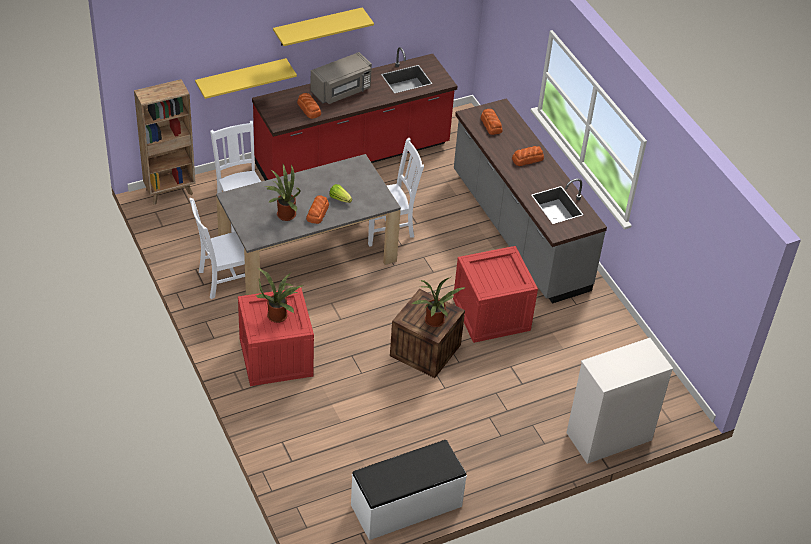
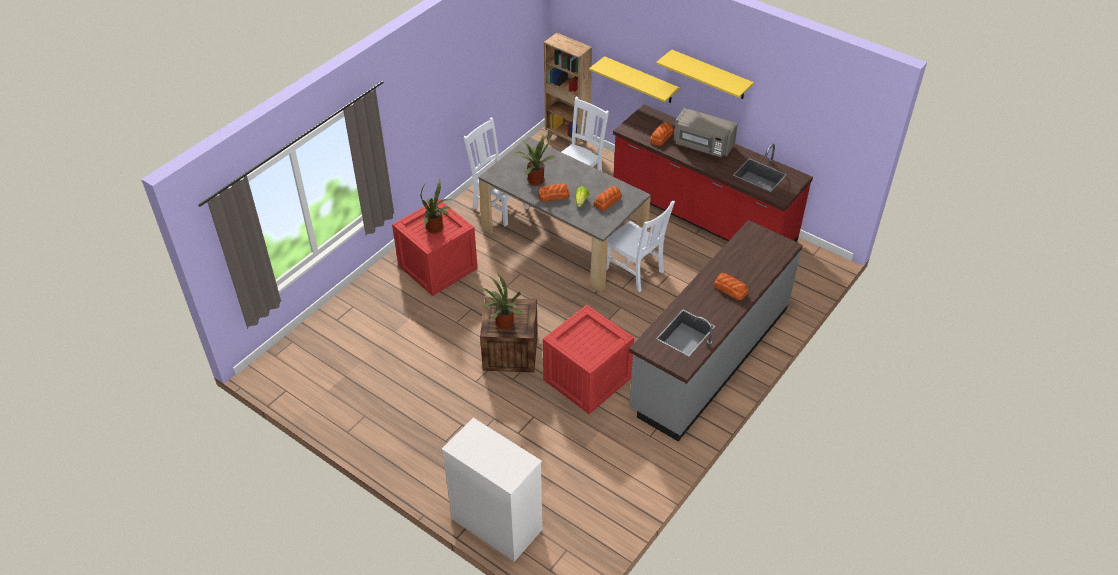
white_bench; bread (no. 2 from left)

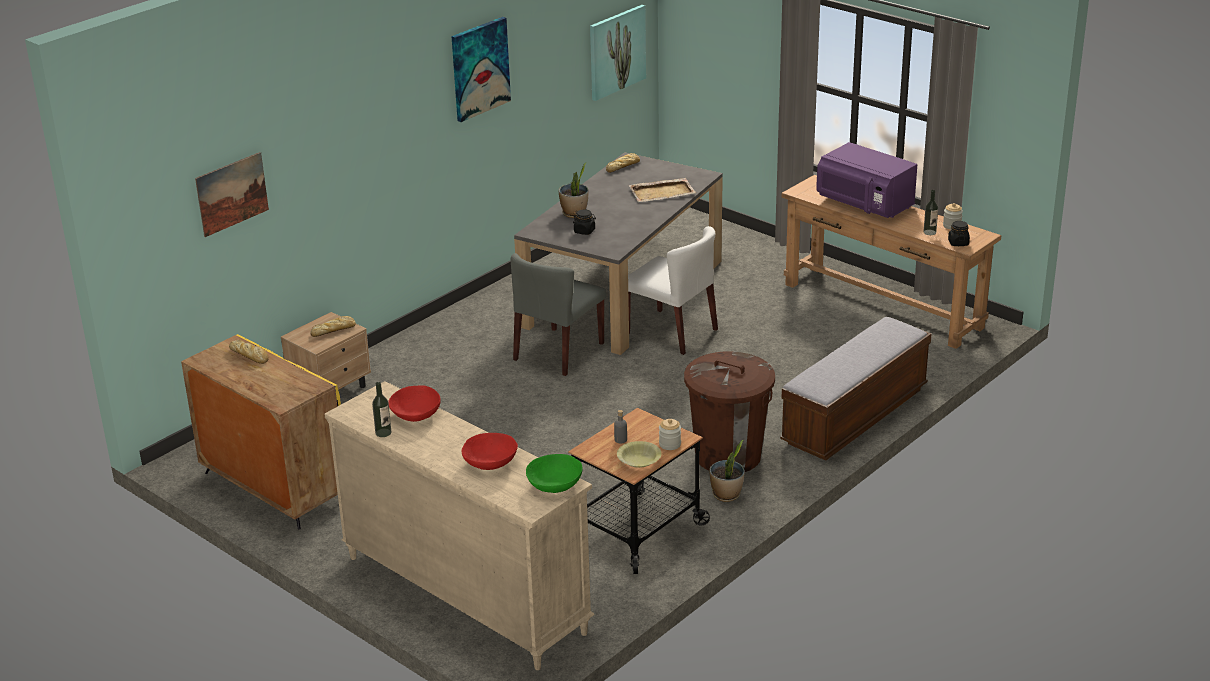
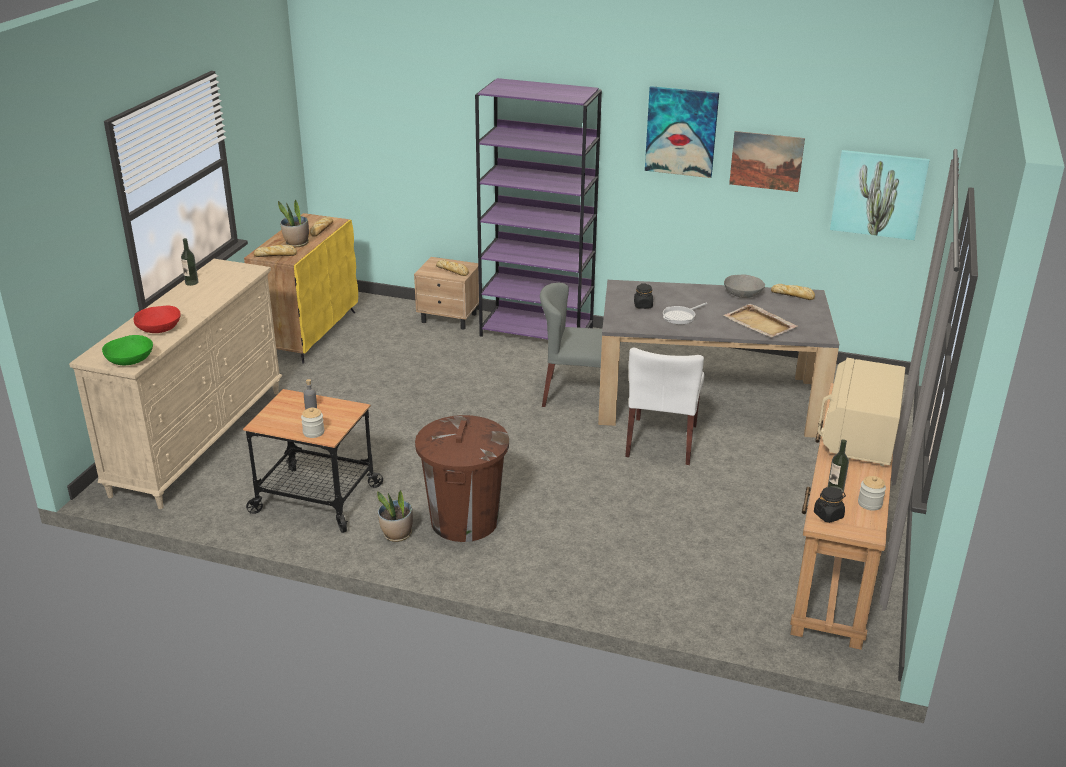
red_bowl (no. 1 from left in the first image); yellow_bowl; bench; bread (no. 1 from left); purple_bookcase; frying_pan; grey_bowl; picture (no. 2 from left); potted_plant (no. 1 from left); beige_microwave

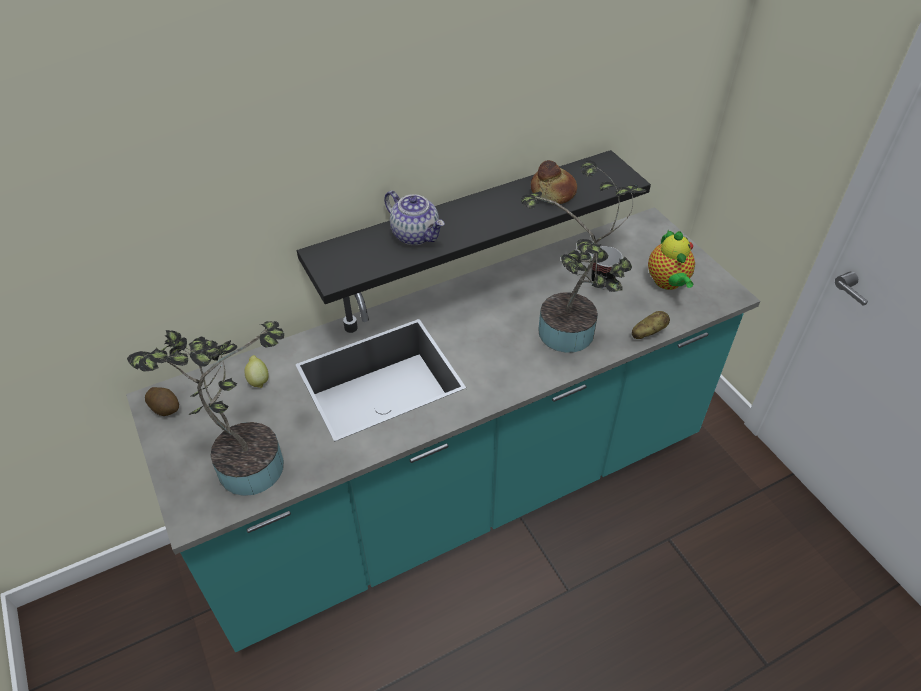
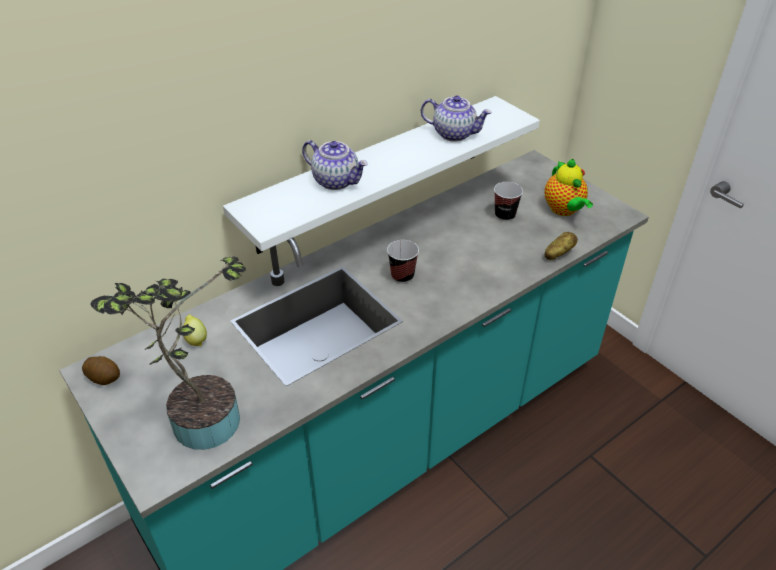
potted_plant (no. 2 from left in the first image); cup (no. 1 from left); teapot (no. 2 from left); white_shelf

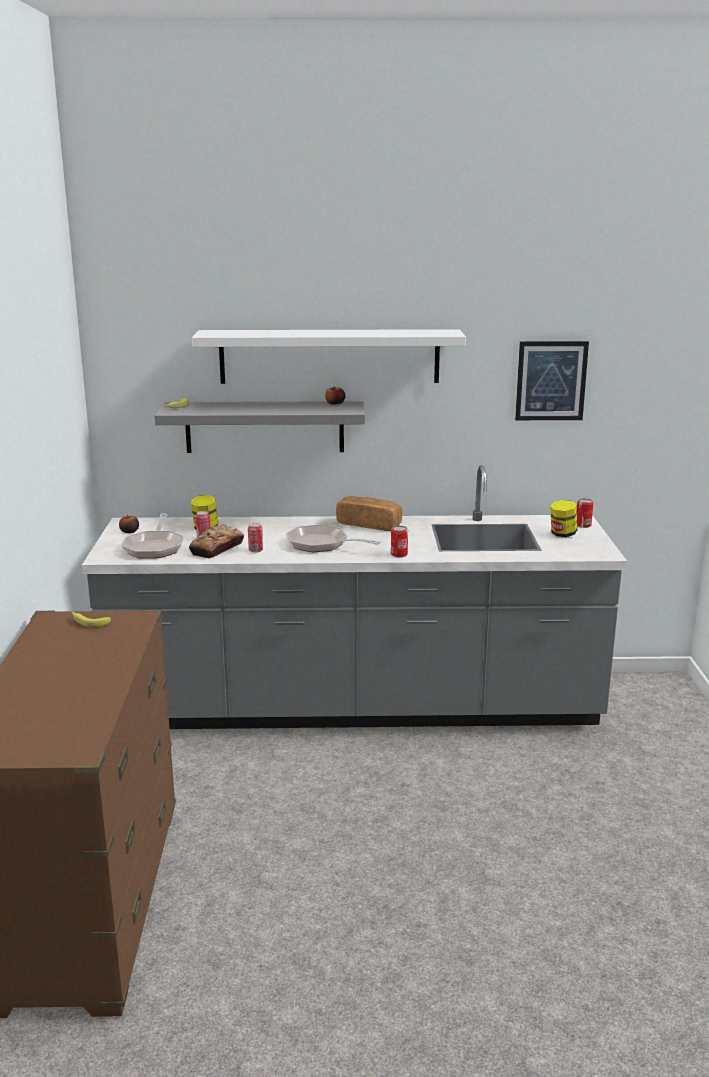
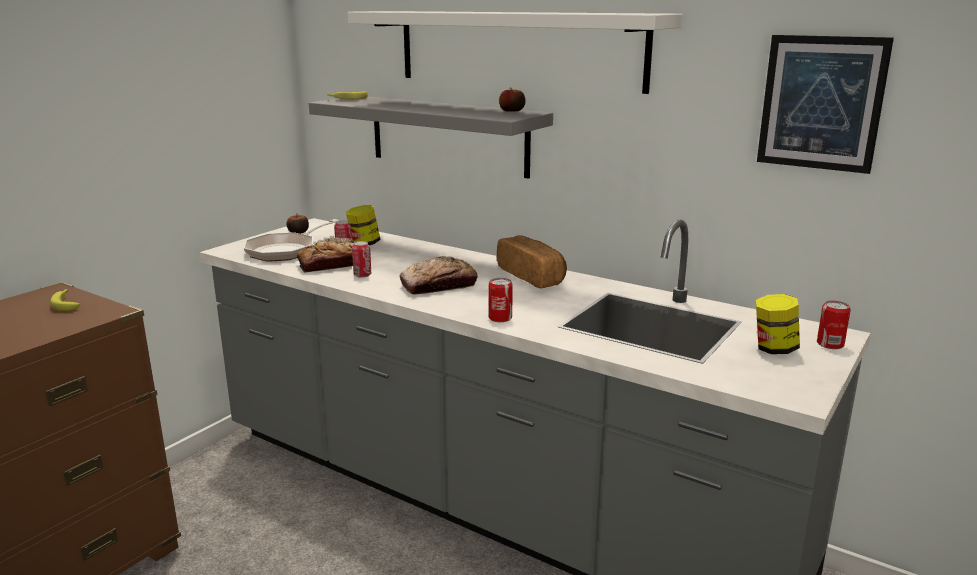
bread (no. 2 from left)

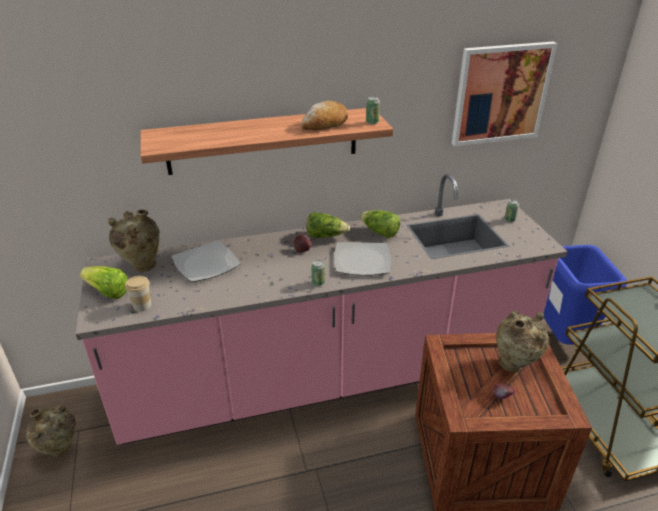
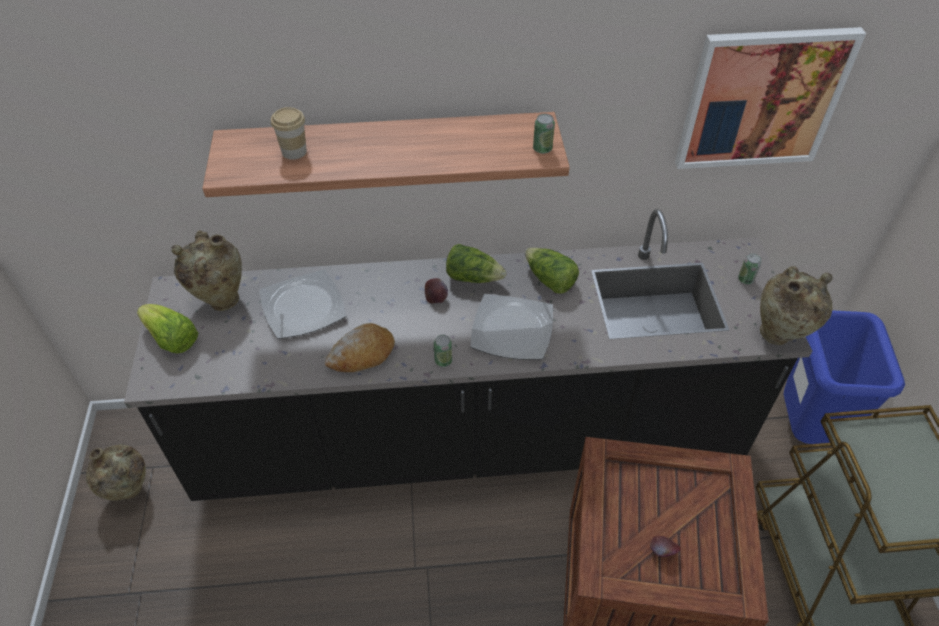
cup; bread; beige_vase (no. 3 from left); black_counter

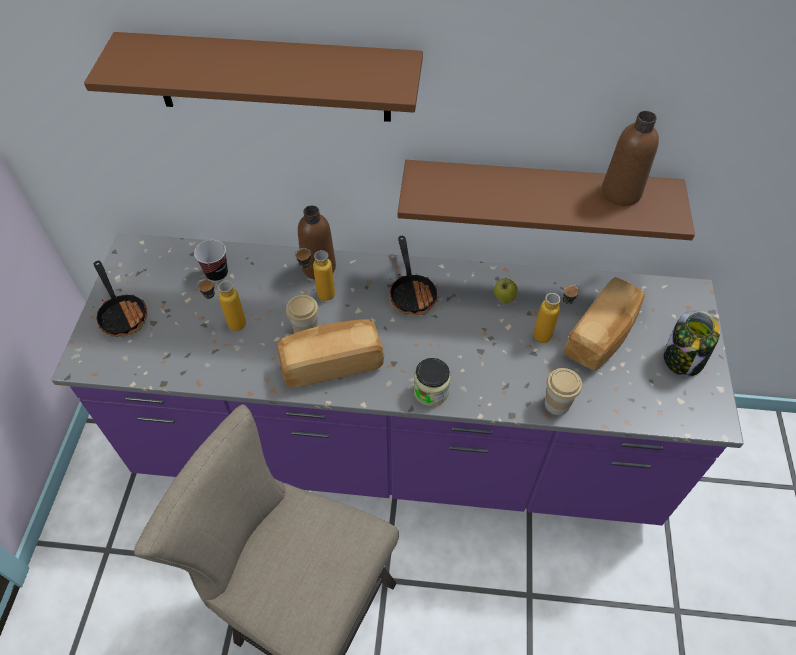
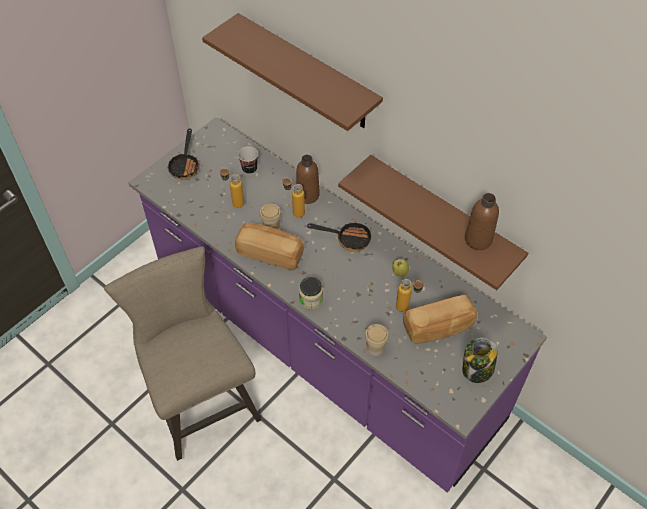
frying_pan (no. 2 from left)

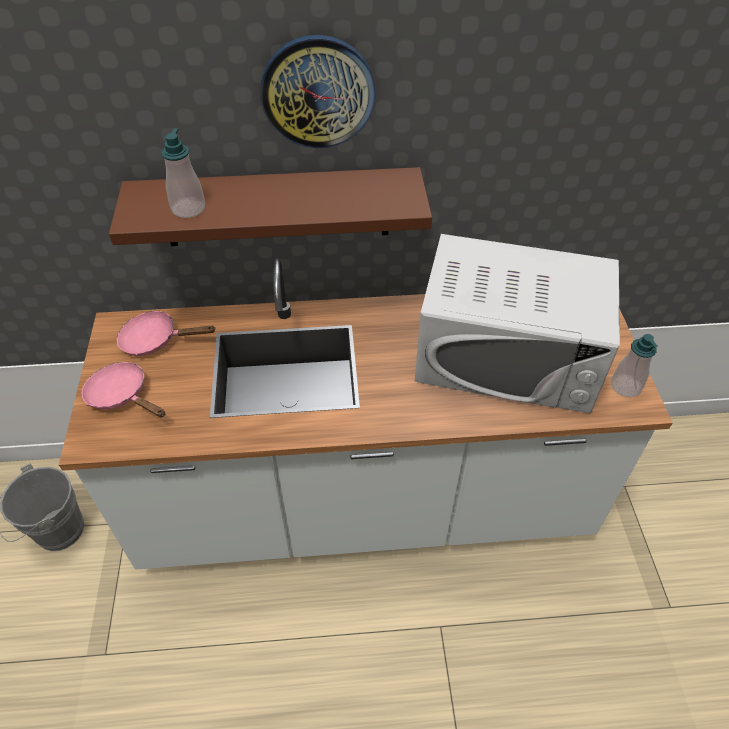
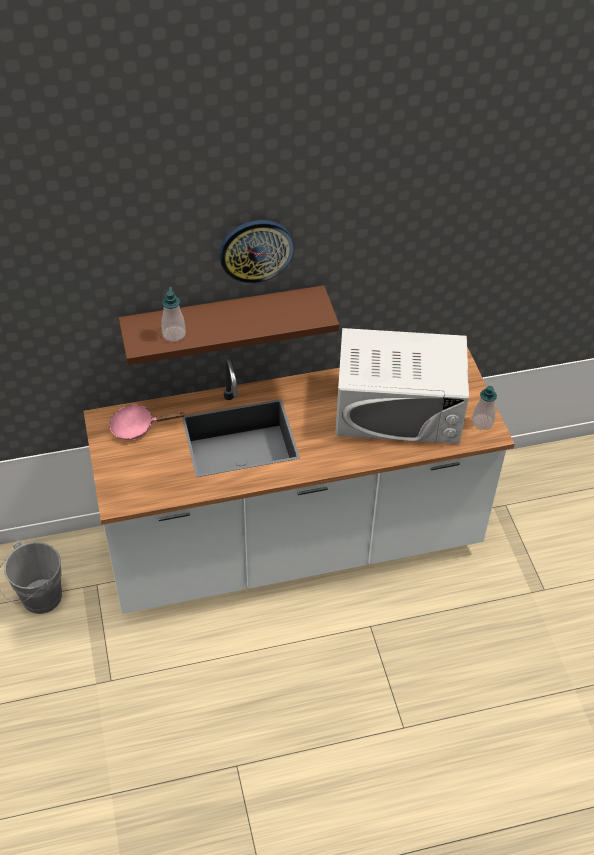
pink_frying_pan (no. 1 from left in the first image)

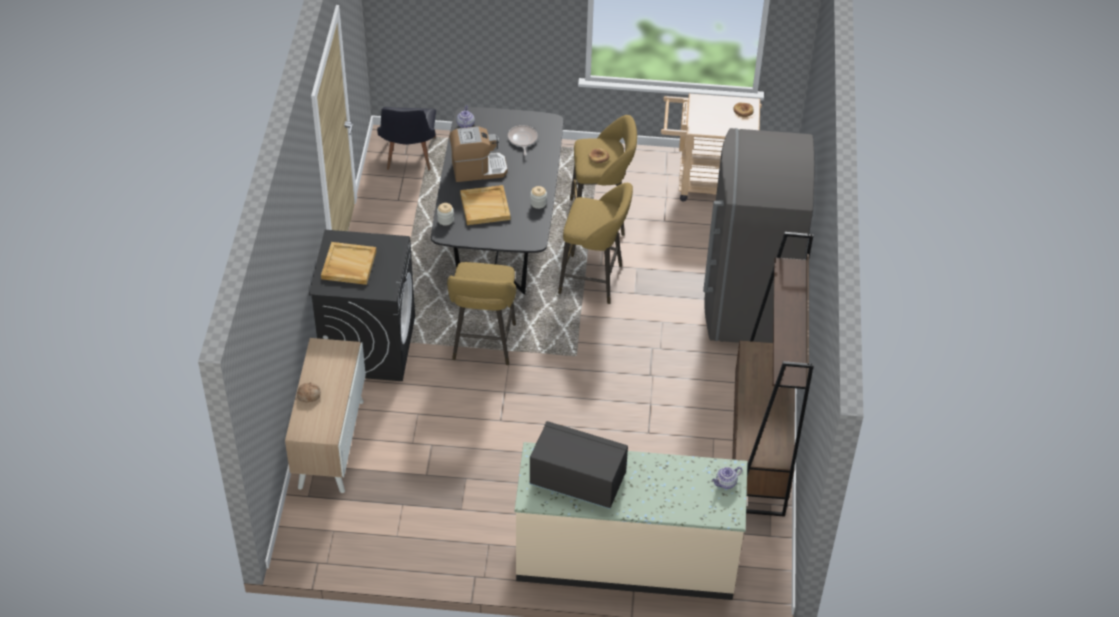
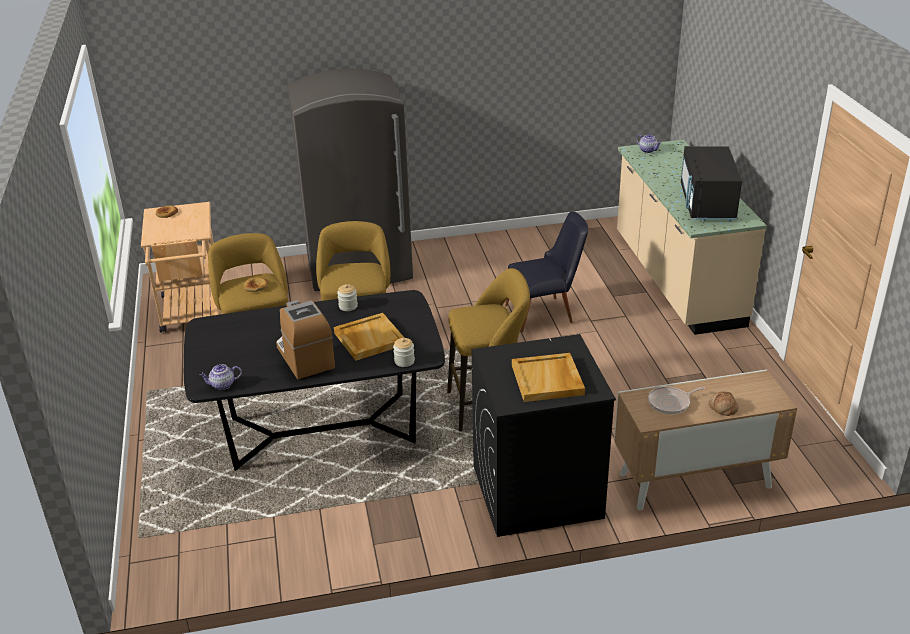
brown_bookcase; black_chair; frying_pan

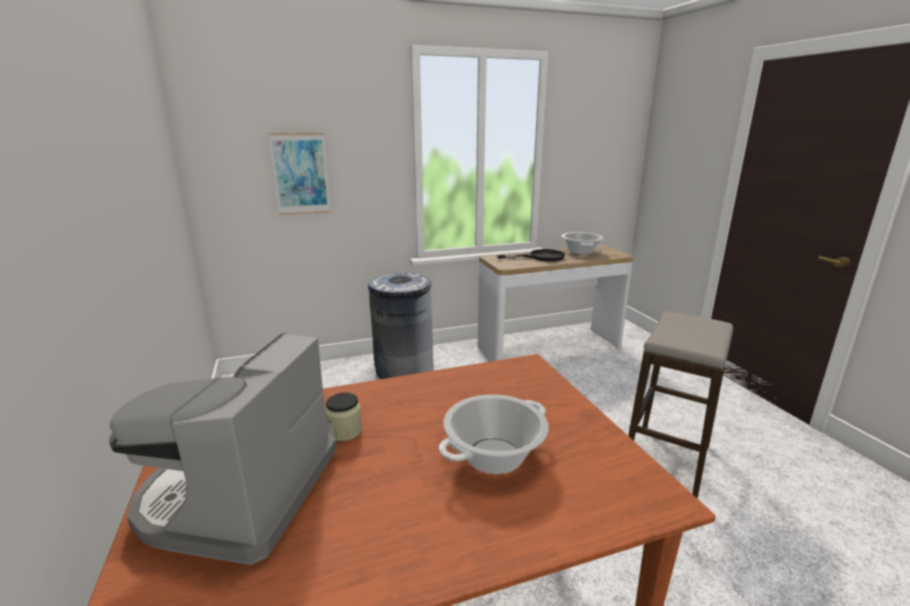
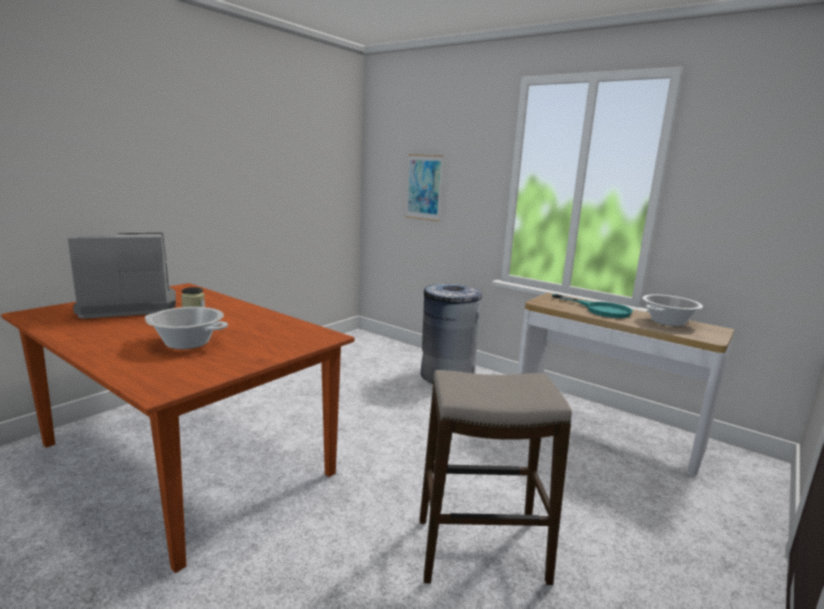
turquoise_frying_pan

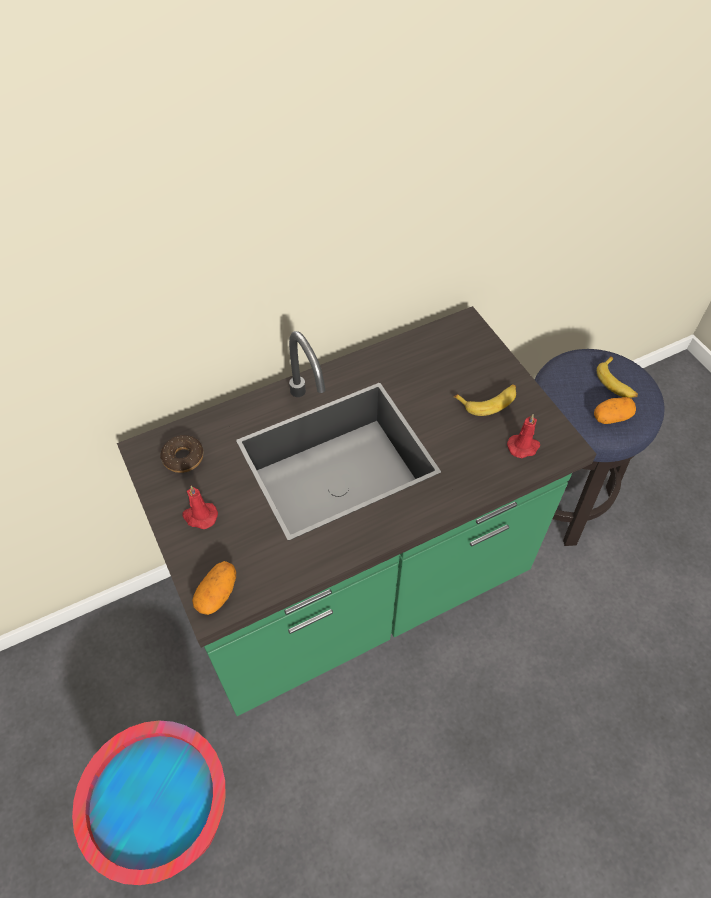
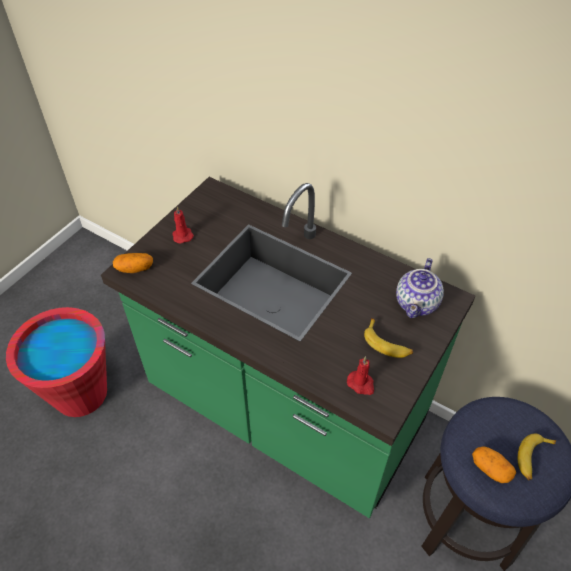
donut; teapot

